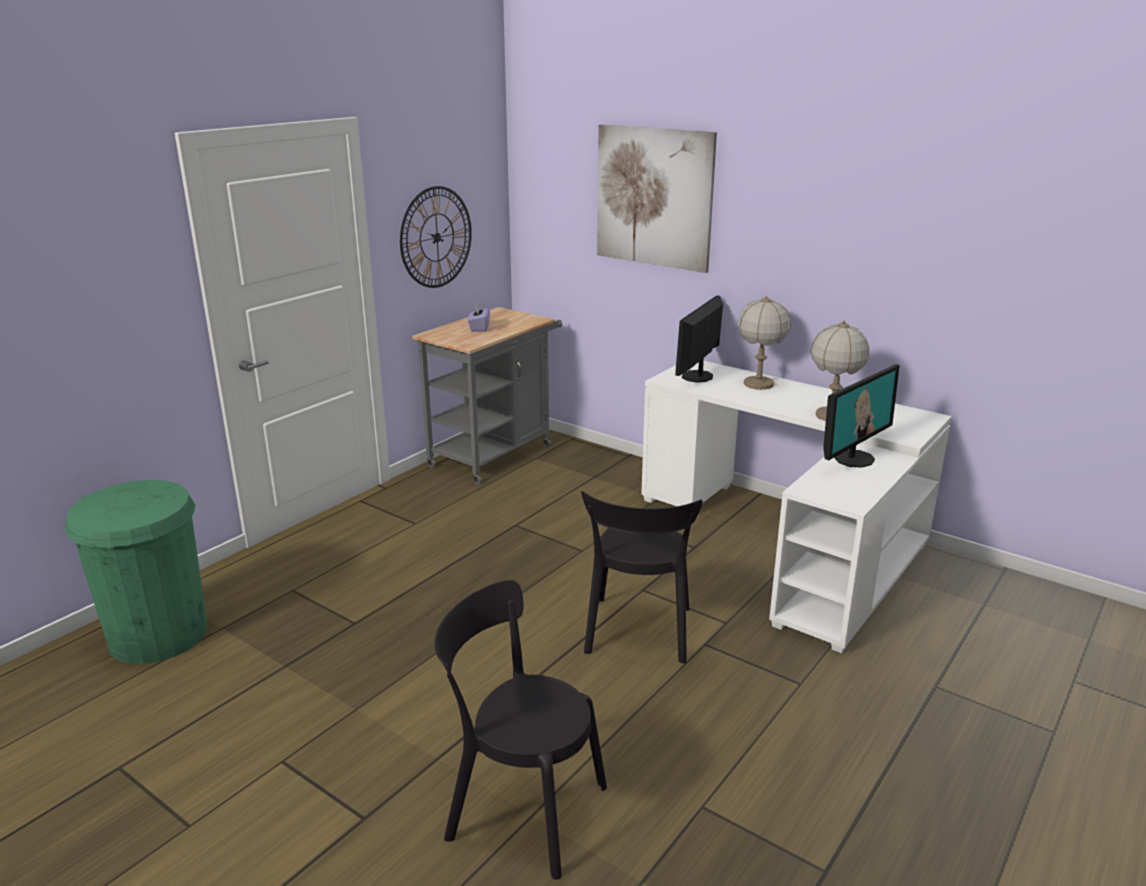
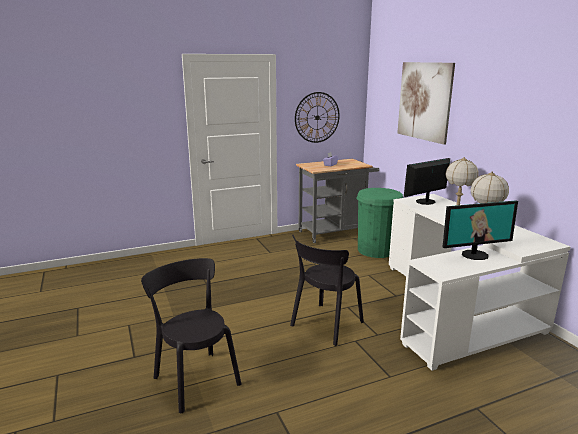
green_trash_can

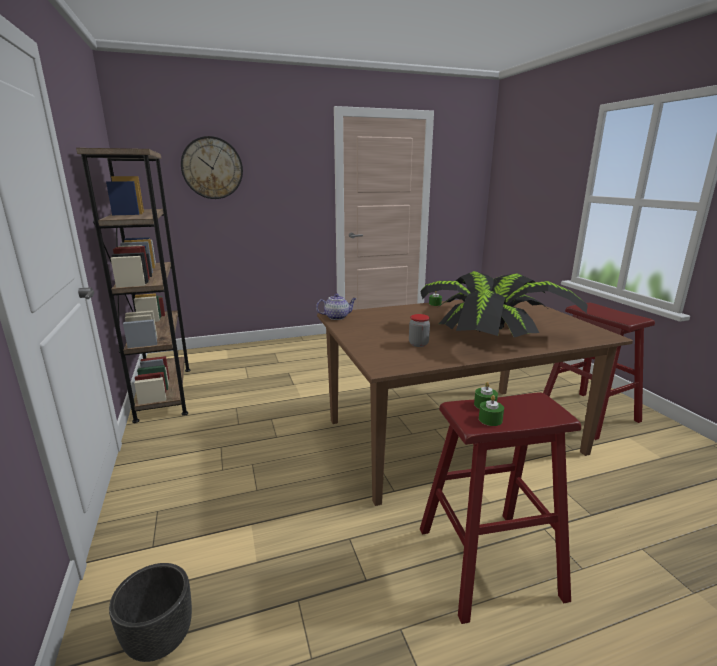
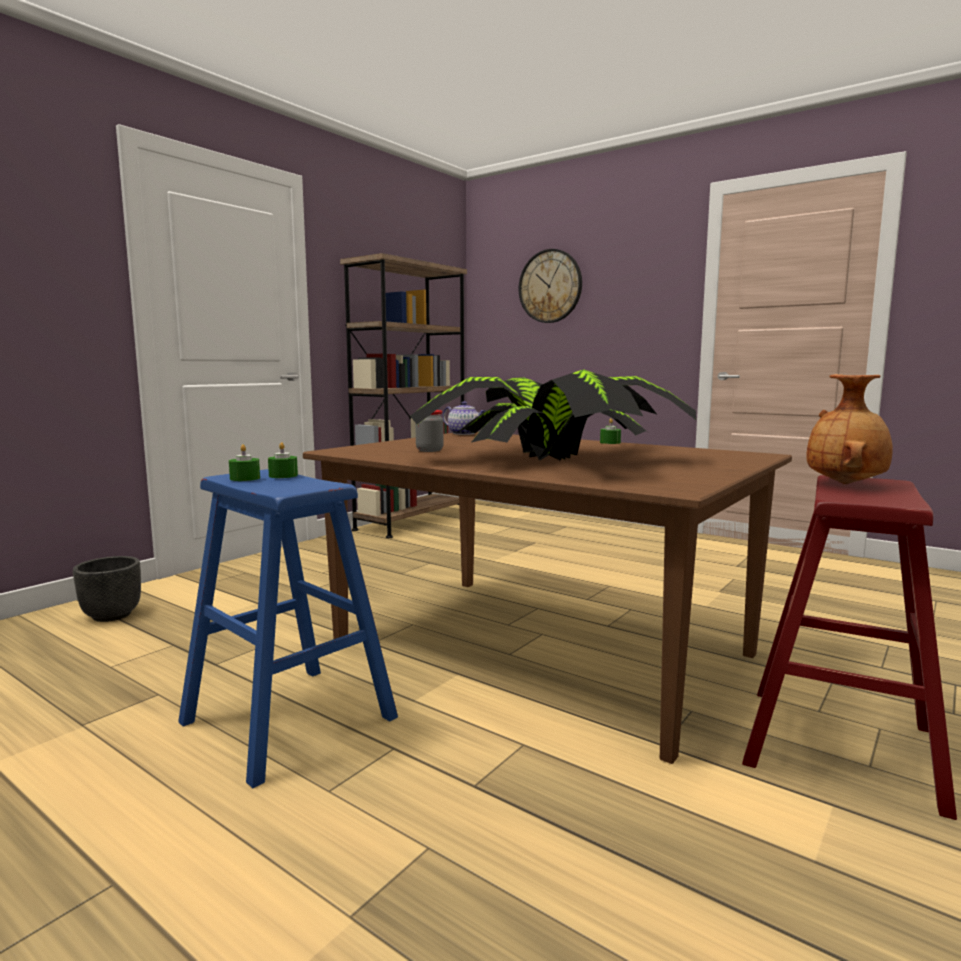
brown_vase; blue_stool

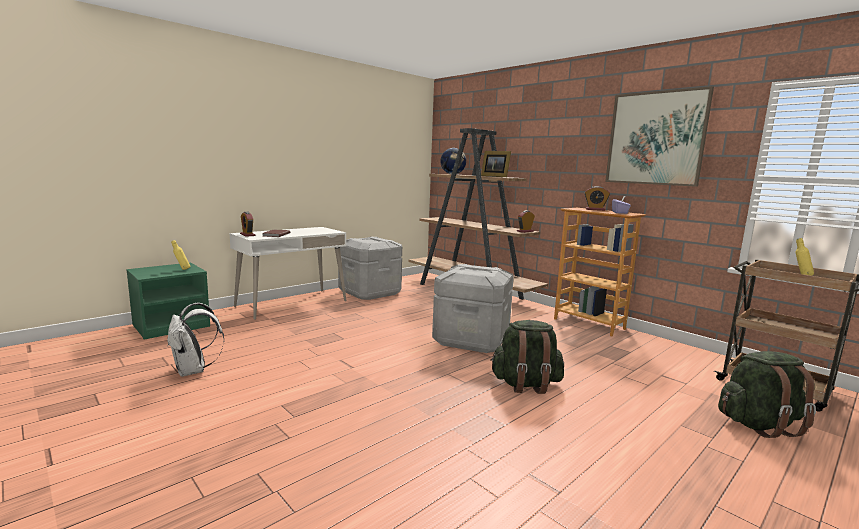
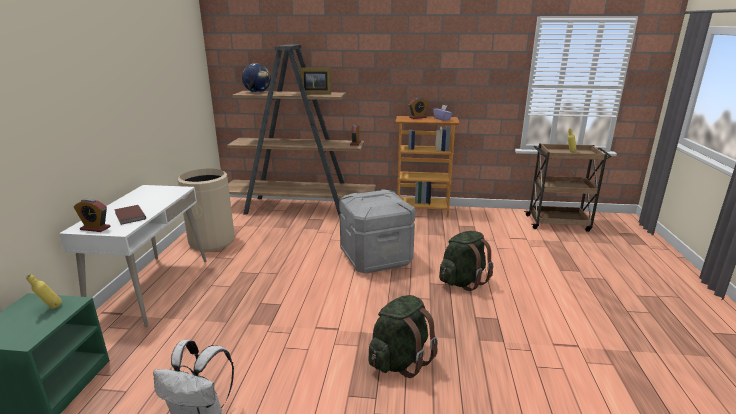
picture; green_backpack (no. 1 from left); beige_trash_can

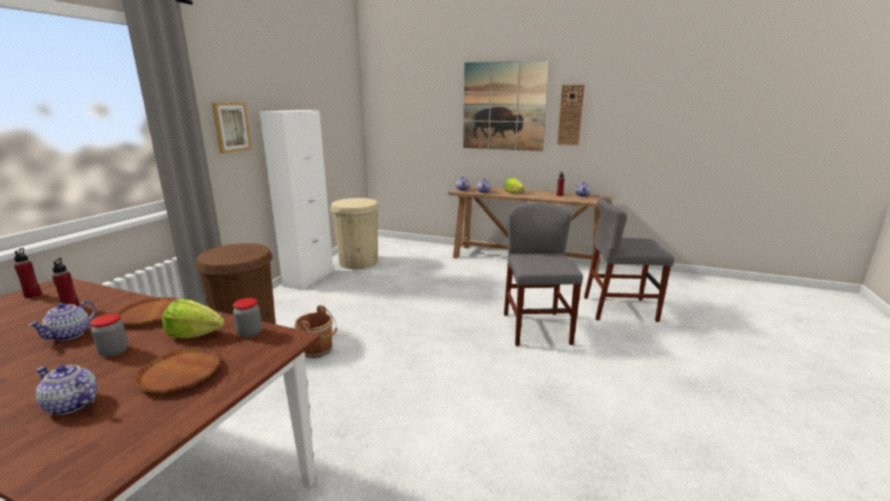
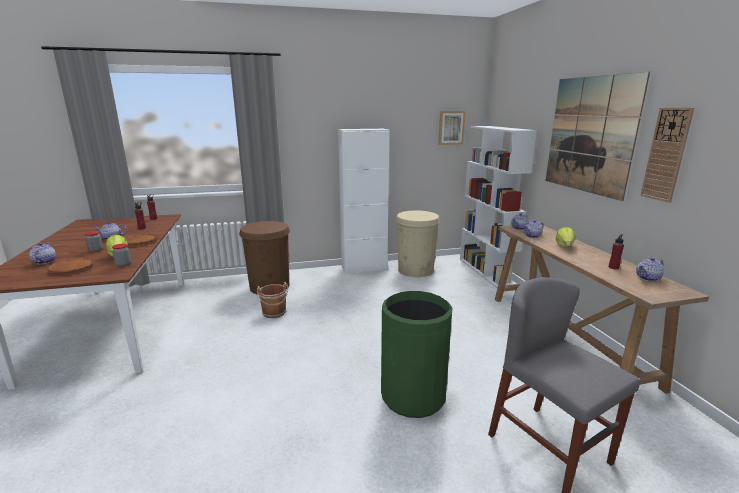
white_bookcase; picture (no. 1 from left); green_trash_can

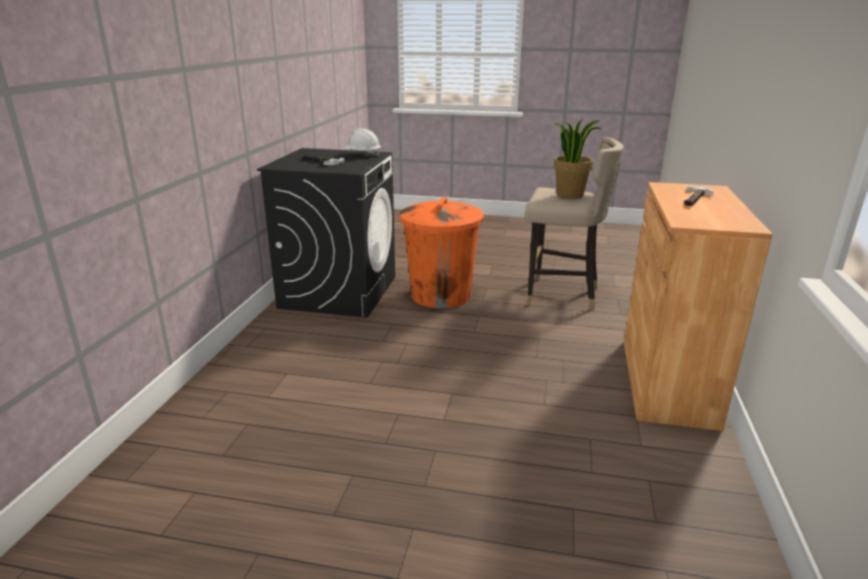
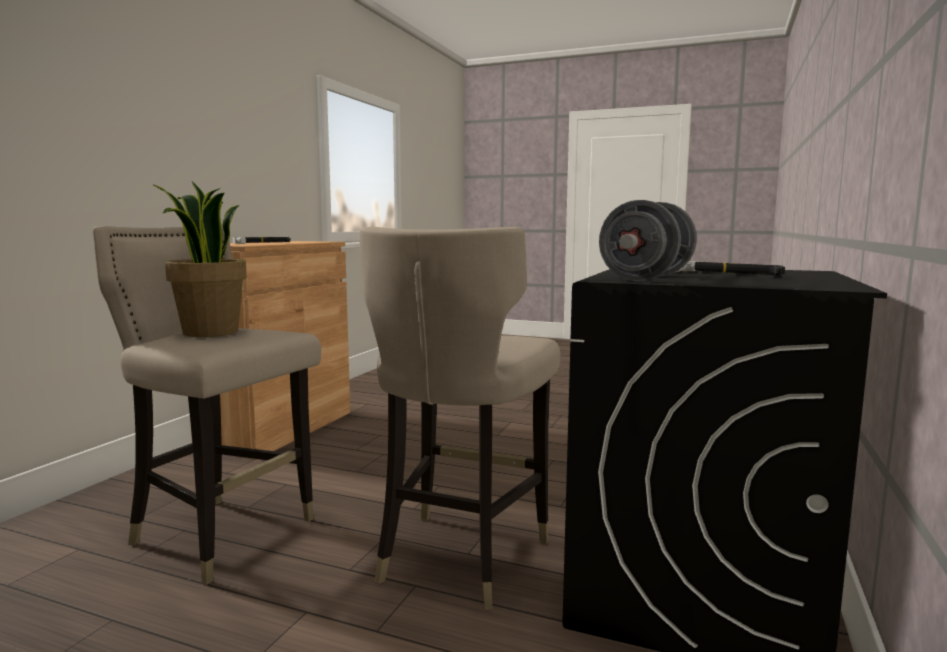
grey_dumbbell; beige_stool (no. 2 from left)

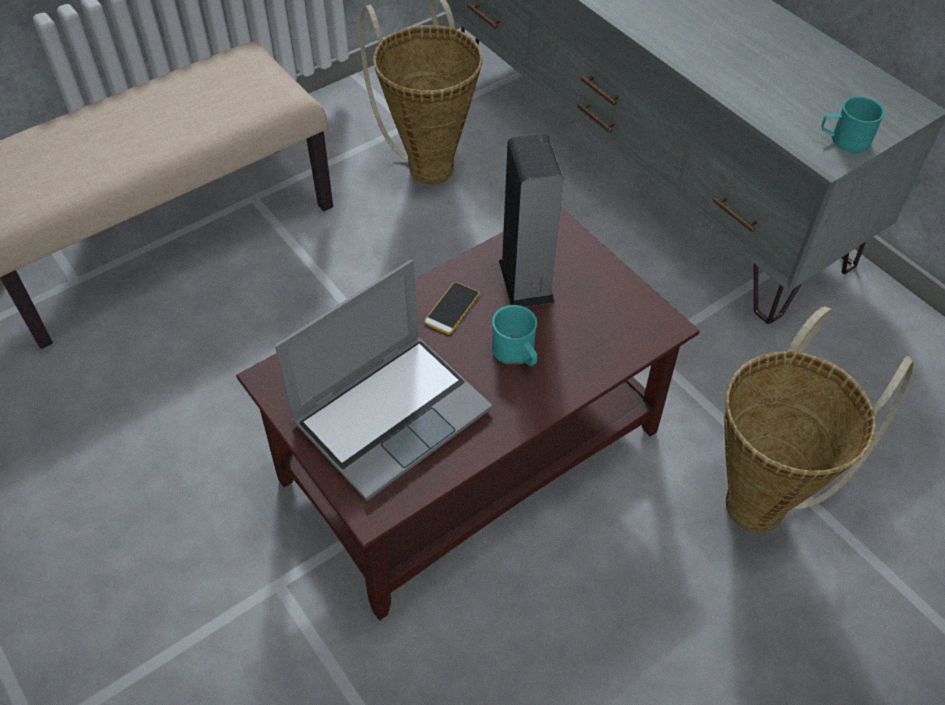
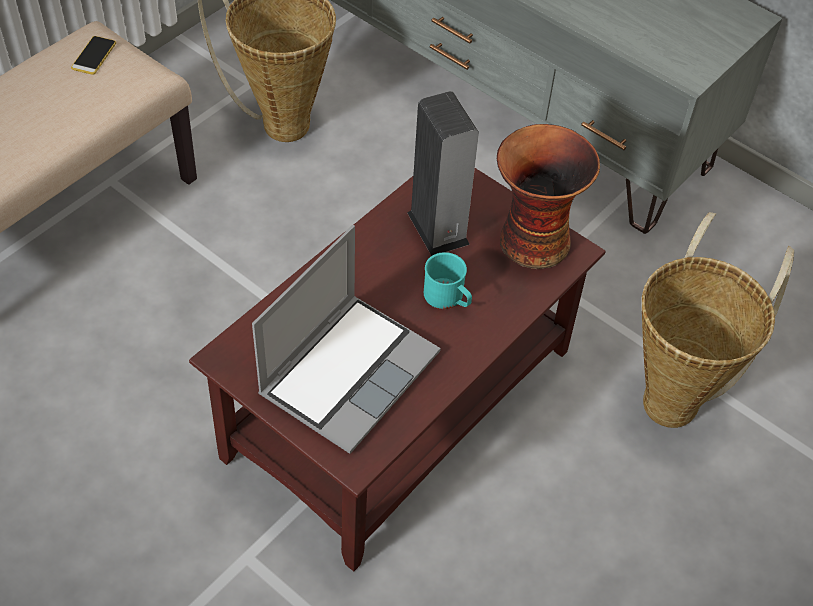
turquoise_mug (no. 2 from left in the first image); vase; phone

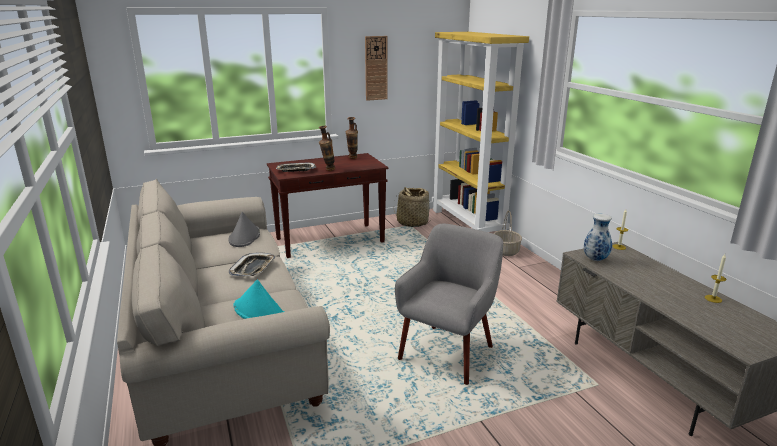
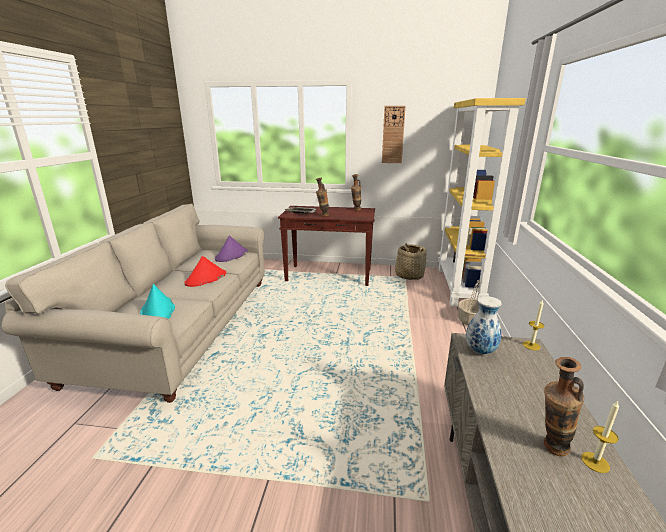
grey_armchair; vase (no. 4 from left); red_hat; purple_hat

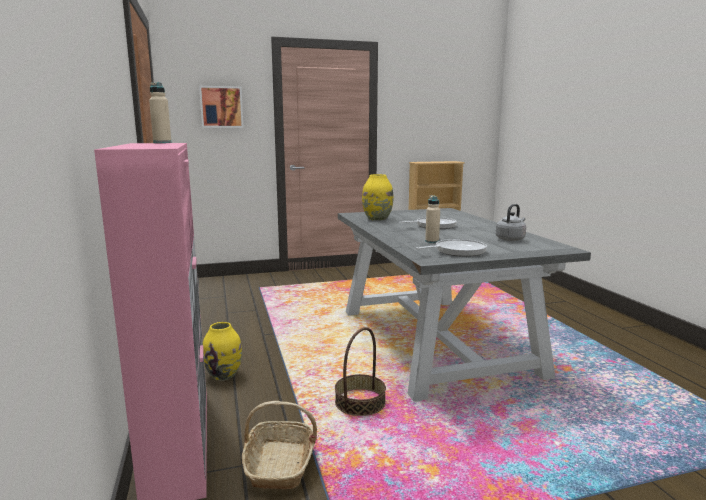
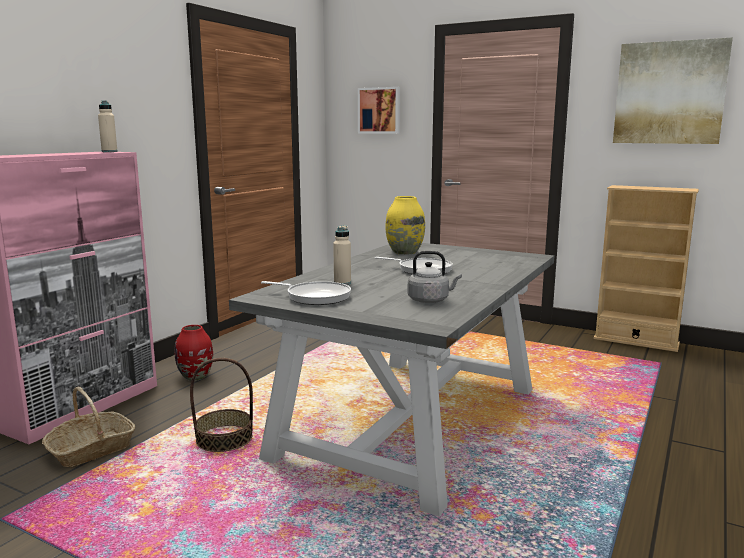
picture (no. 2 from left); red_vase

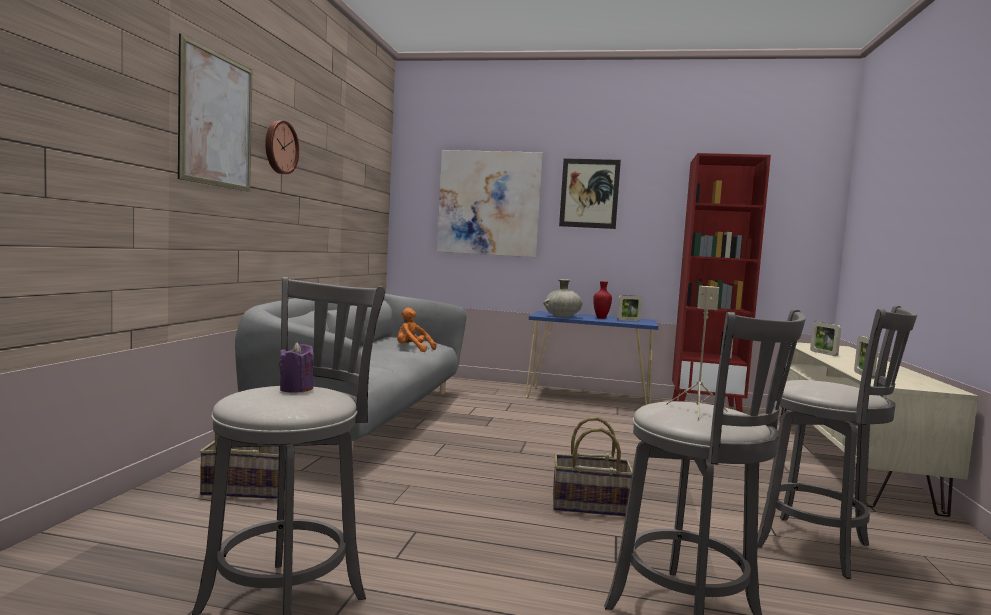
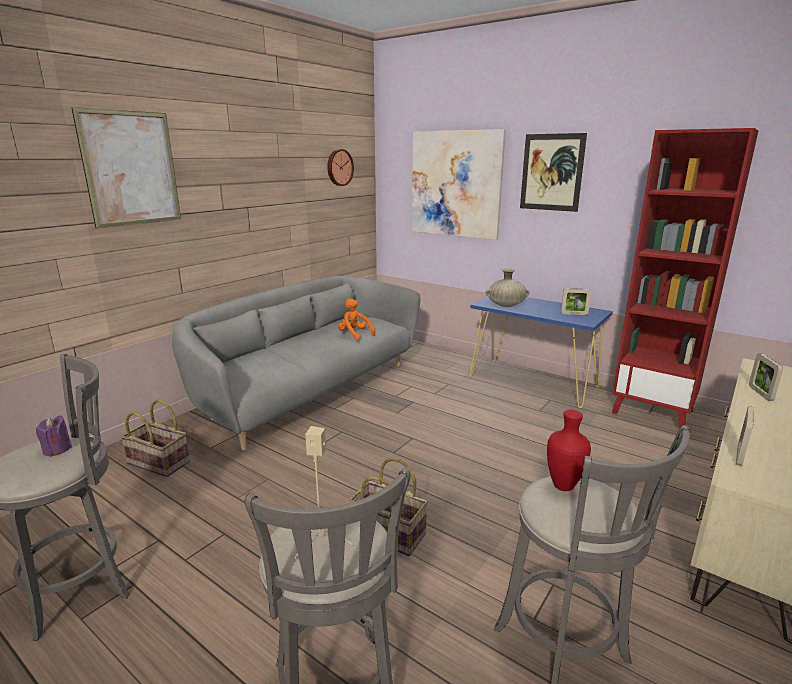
wall_clock; red_vase

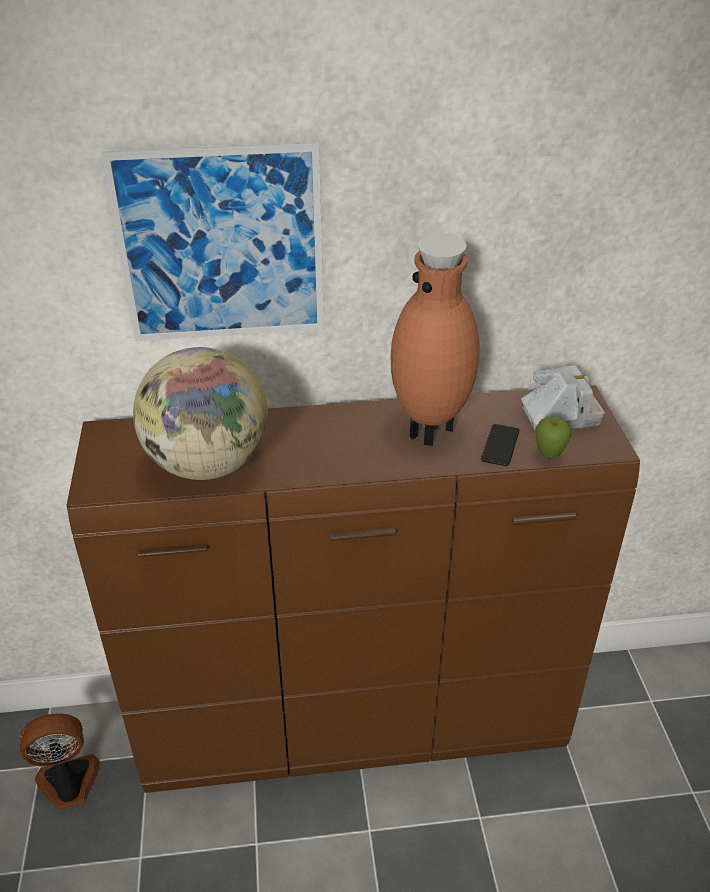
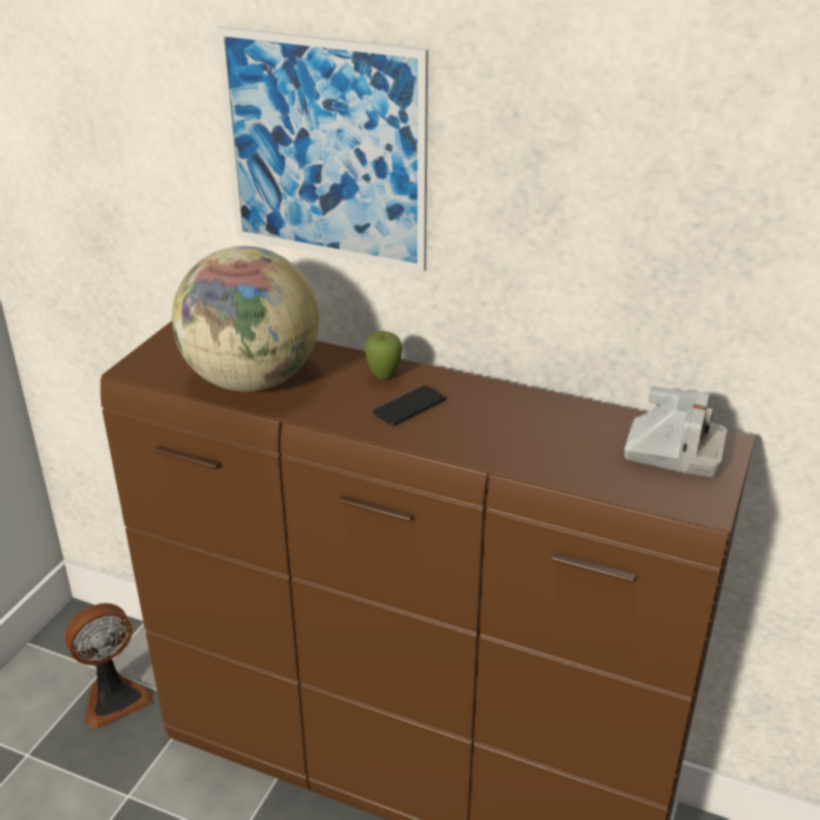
brown_vase; phone; apple; fan

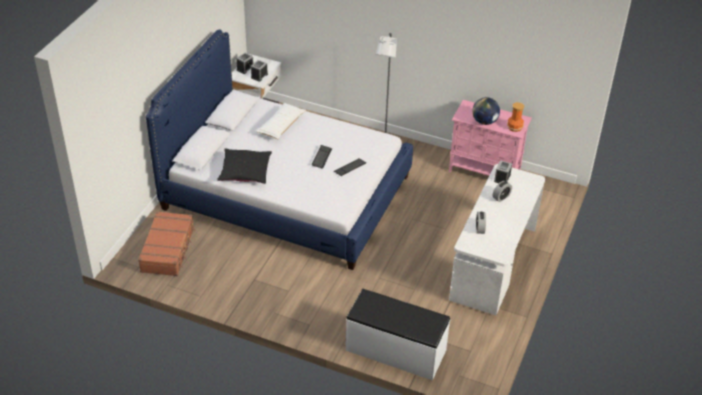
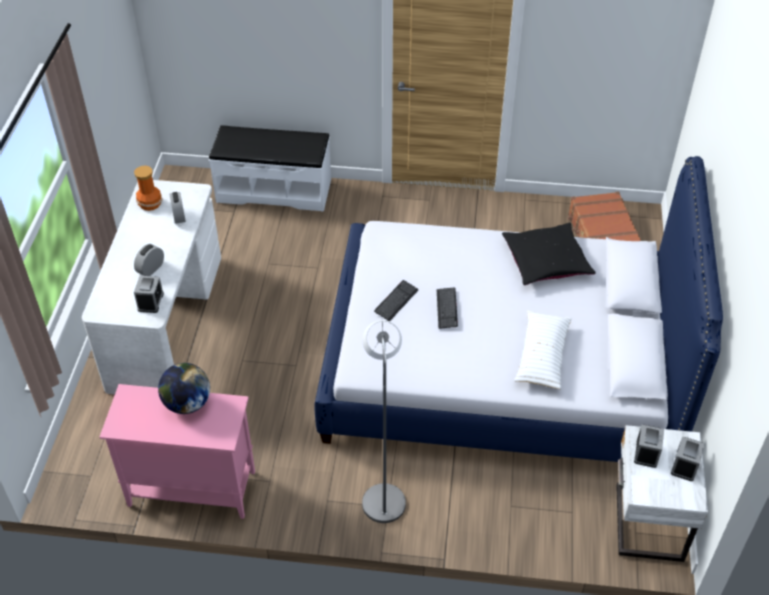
vase

